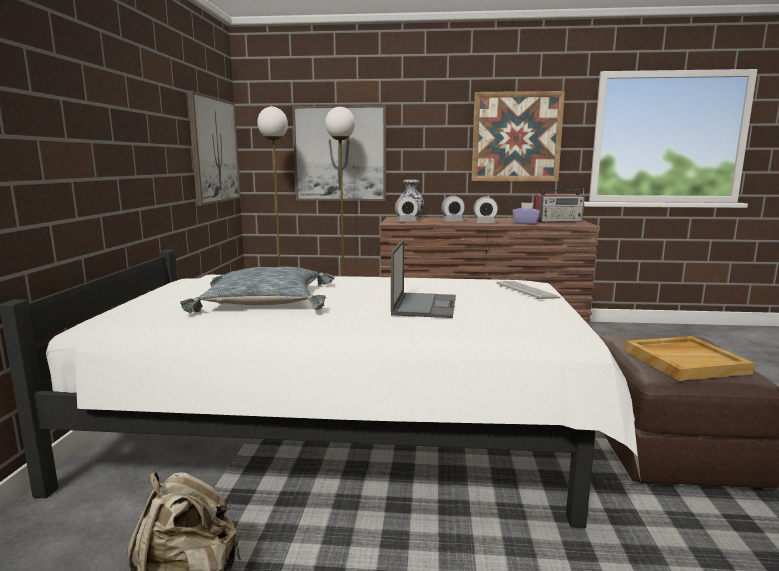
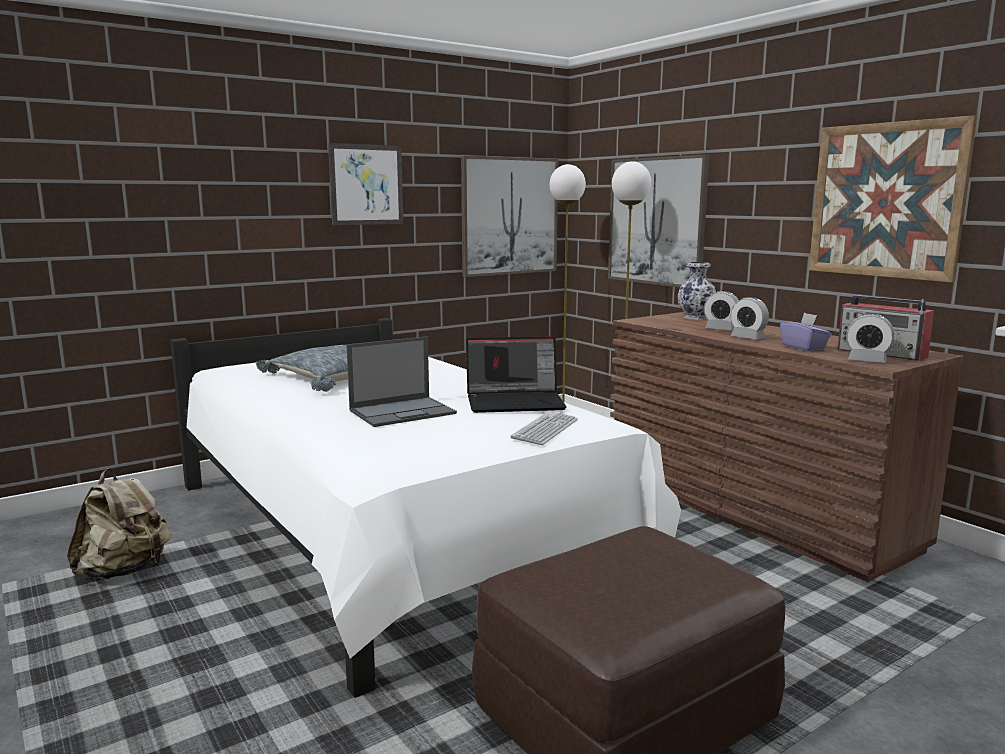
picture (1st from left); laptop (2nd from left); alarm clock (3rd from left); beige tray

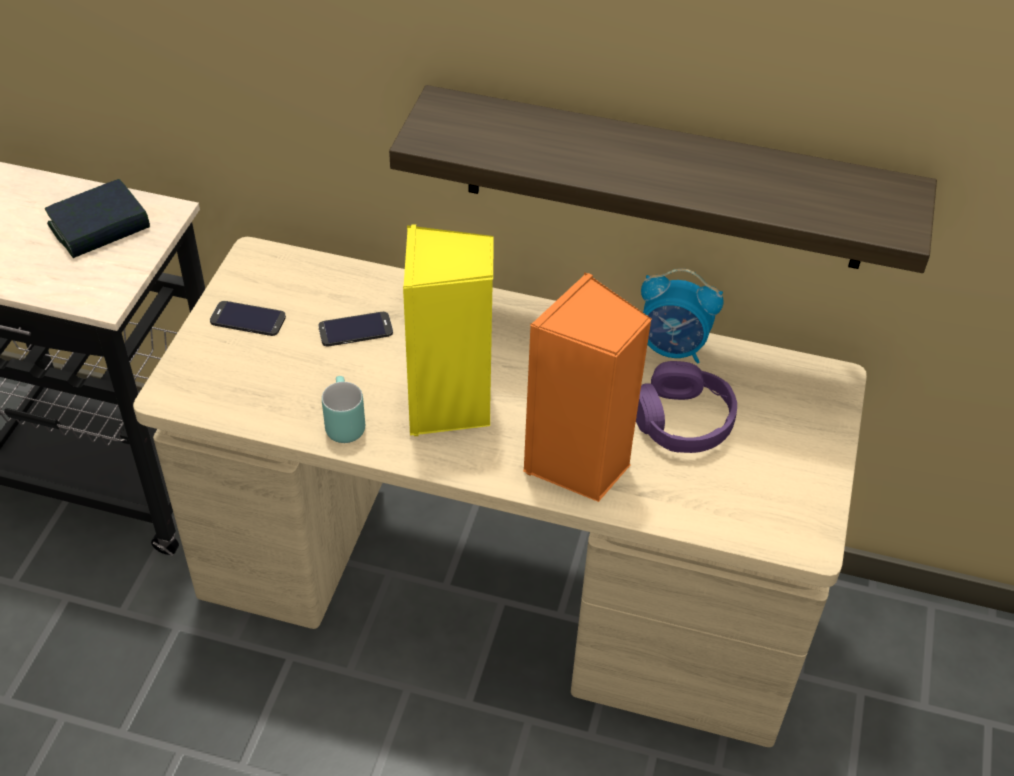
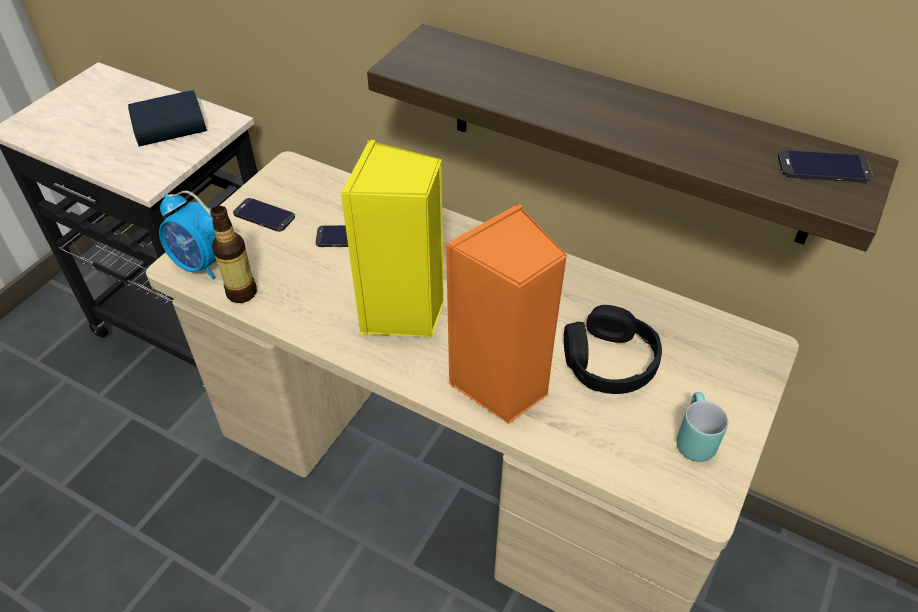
alarm clock; bottle; black headphones; turquoise mug; phone (3rd from left)

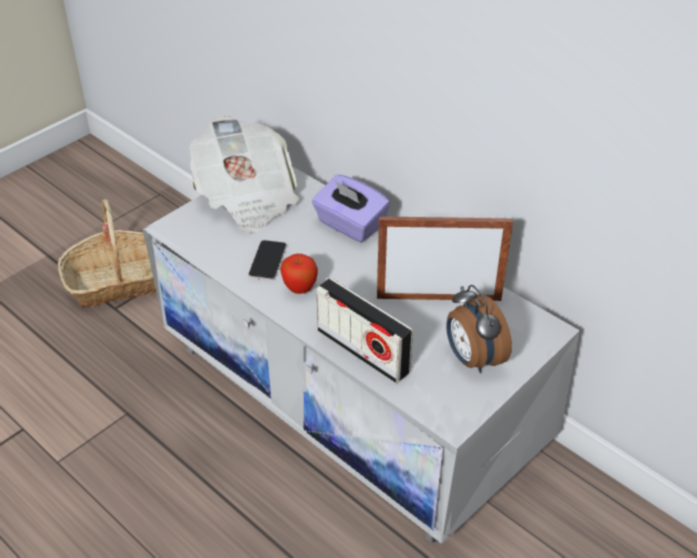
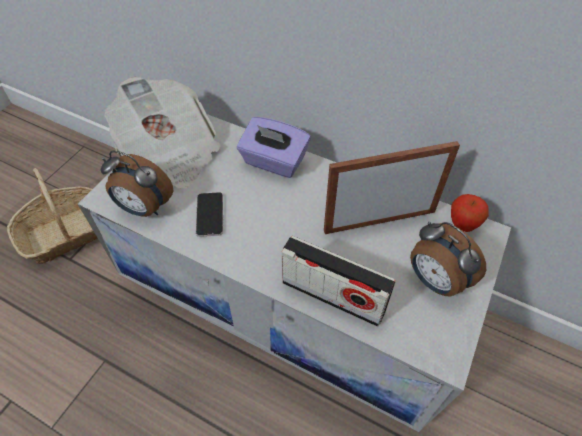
alarm clock (1st from left); apple

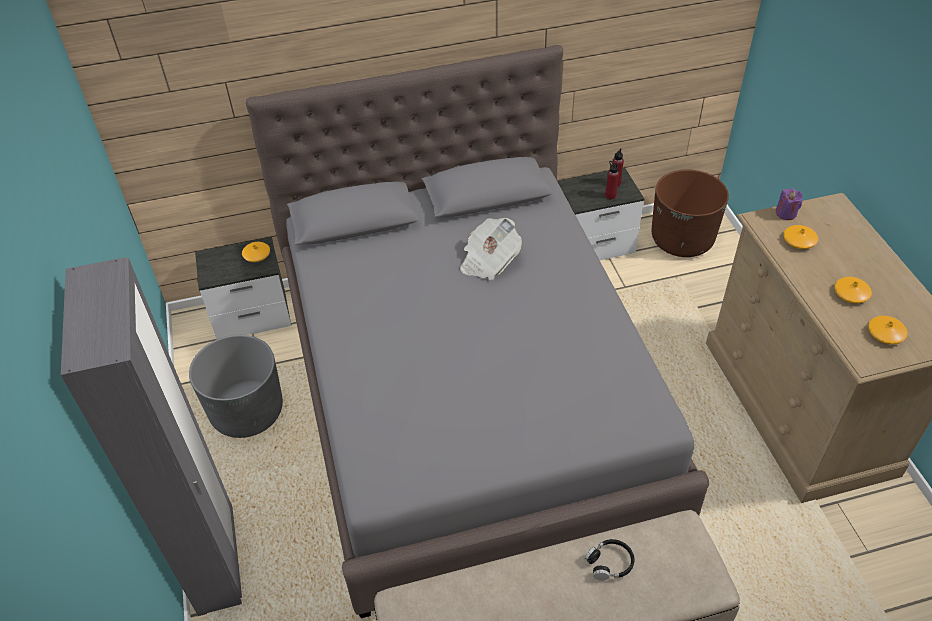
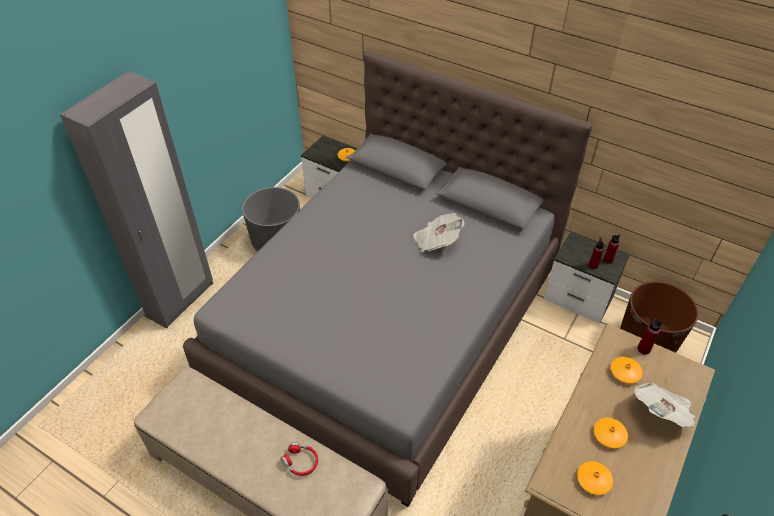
red headphones; newspaper (2nd from left); red bottle (3rd from left)

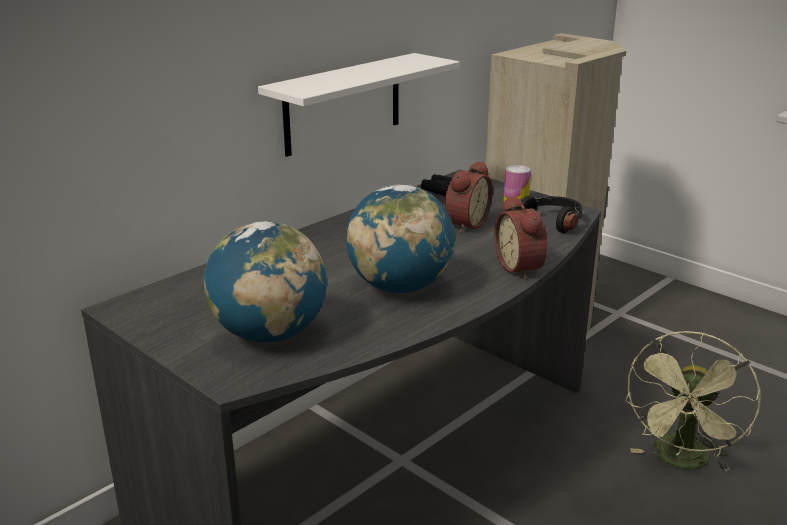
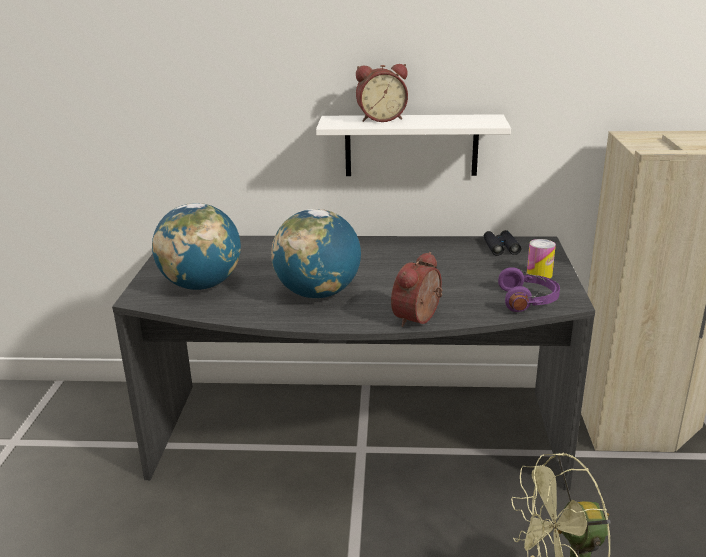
alarm clock (1st from left); purple headphones

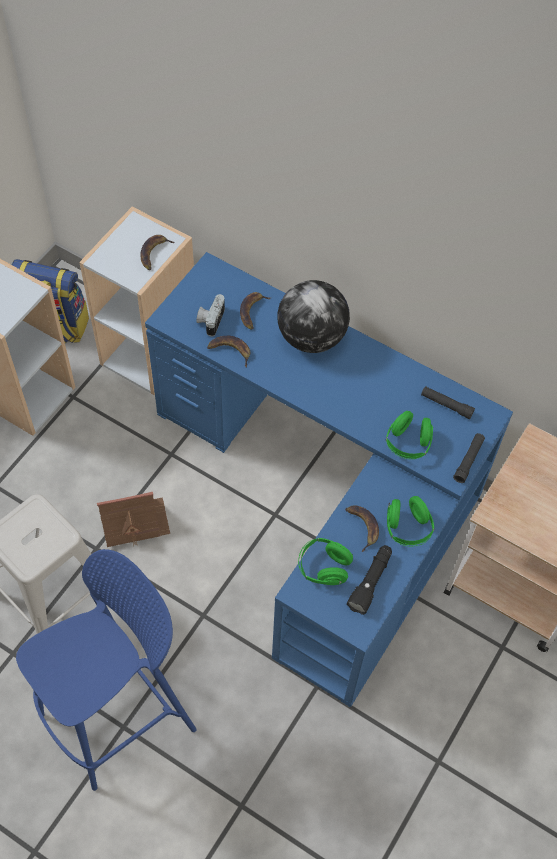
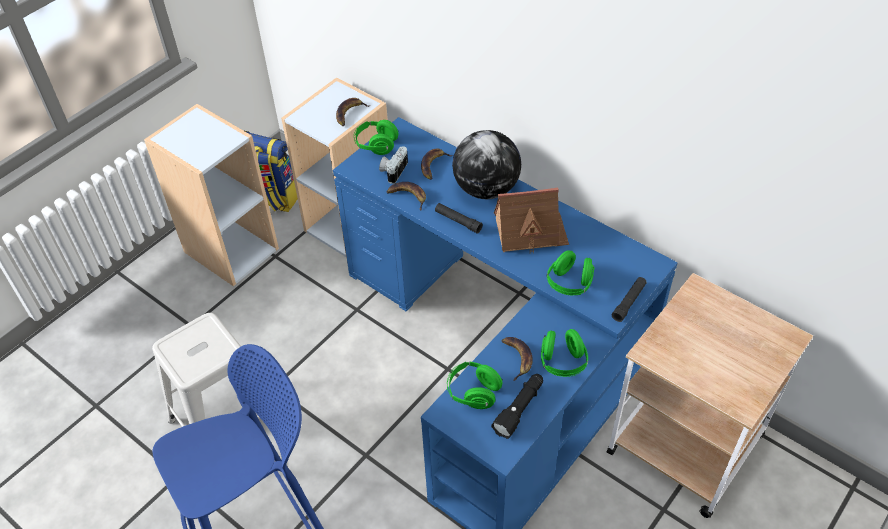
green headphones (1st from left); black flashlight (1st from left); toy house

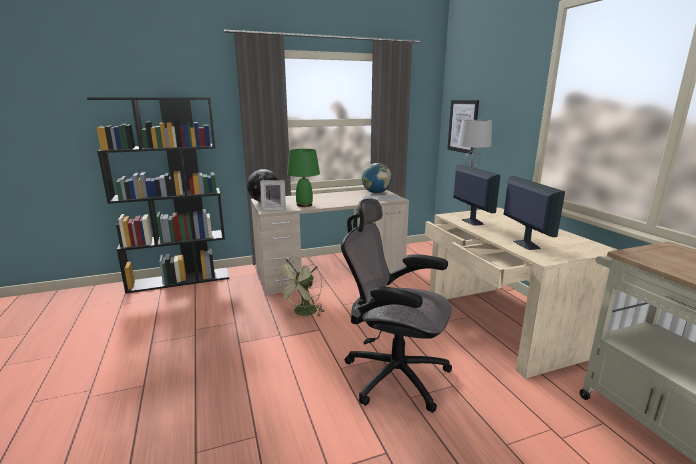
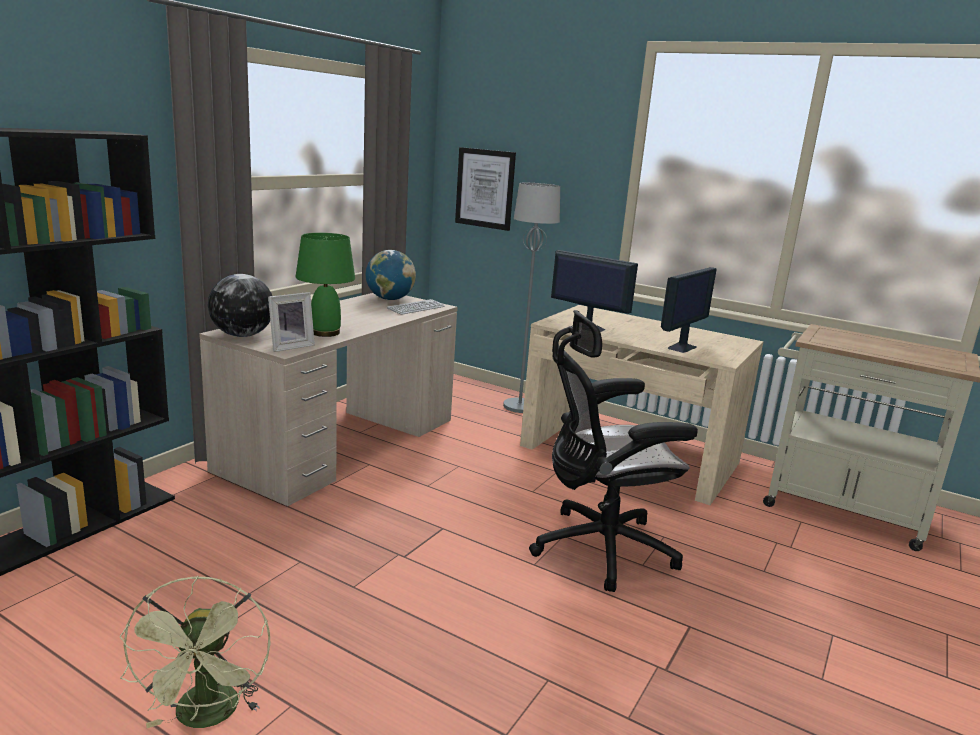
green fan; monitor (2nd from left)

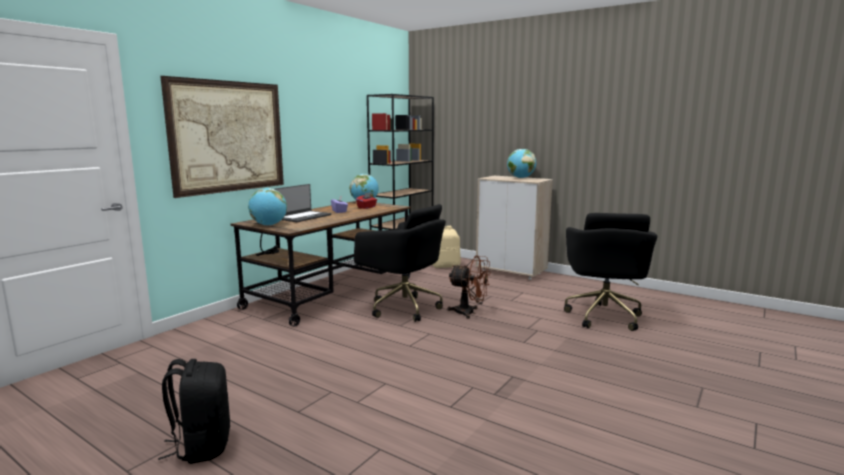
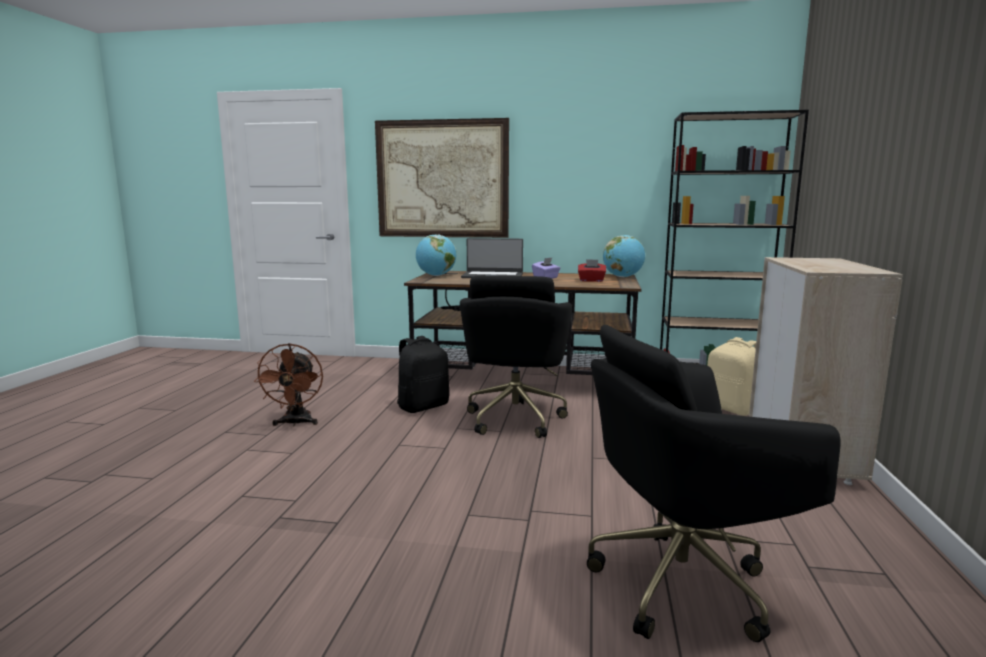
brown fan; black backpack; globe (3rd from left in the first image)

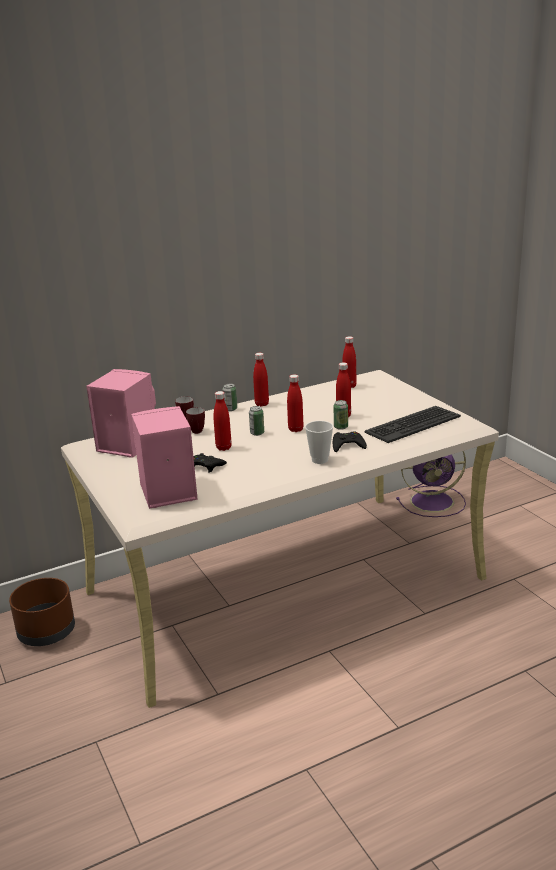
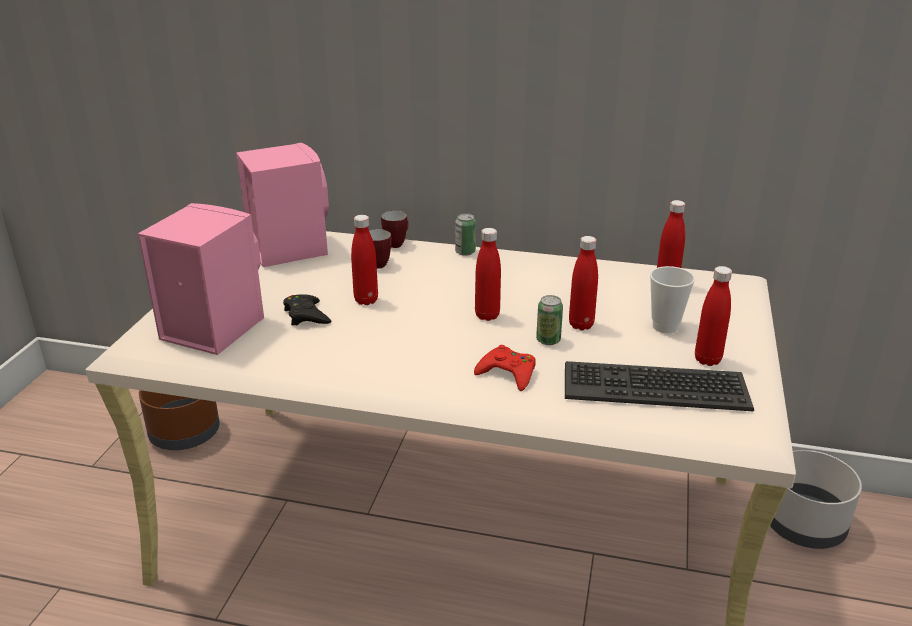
red game controller; cup; red bottle (5th from left); grey planter; can (2nd from left in the first image)

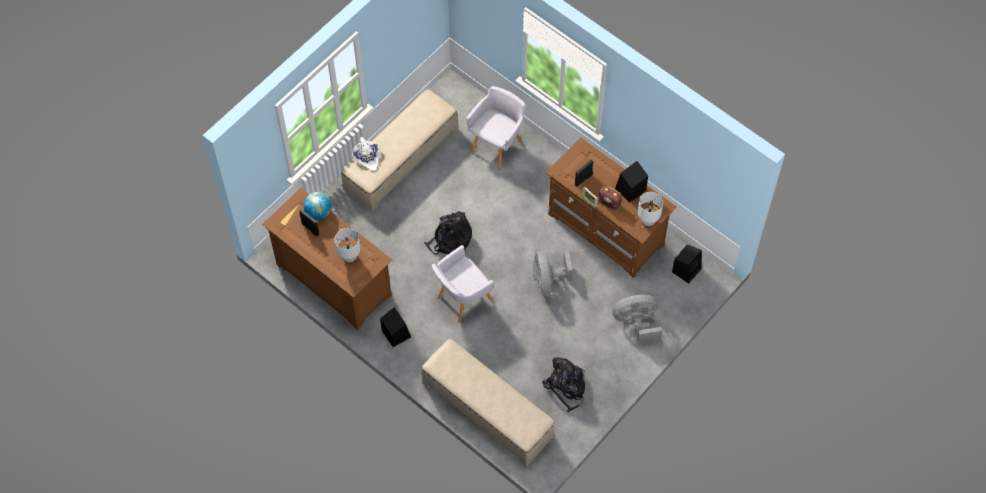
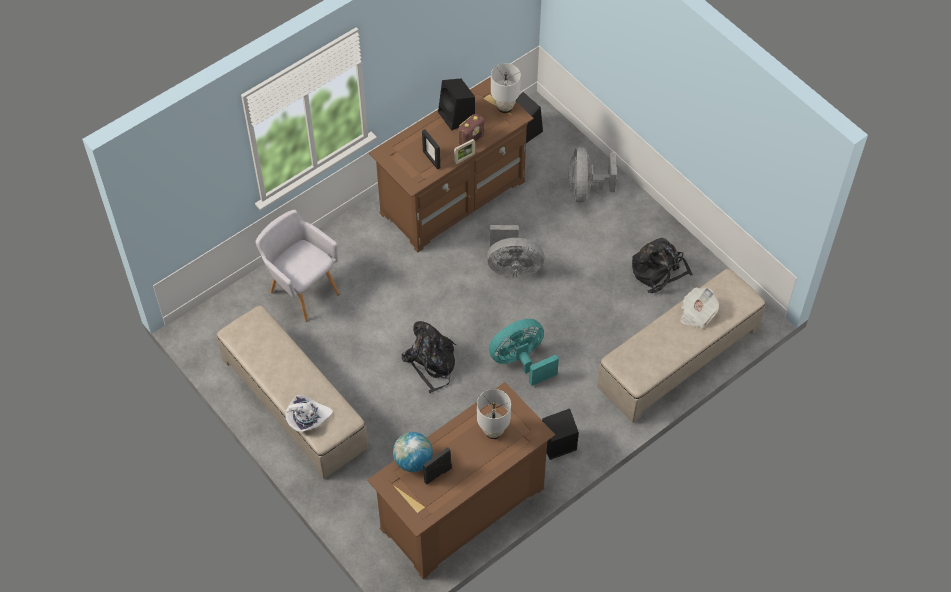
turquoise fan; newspaper

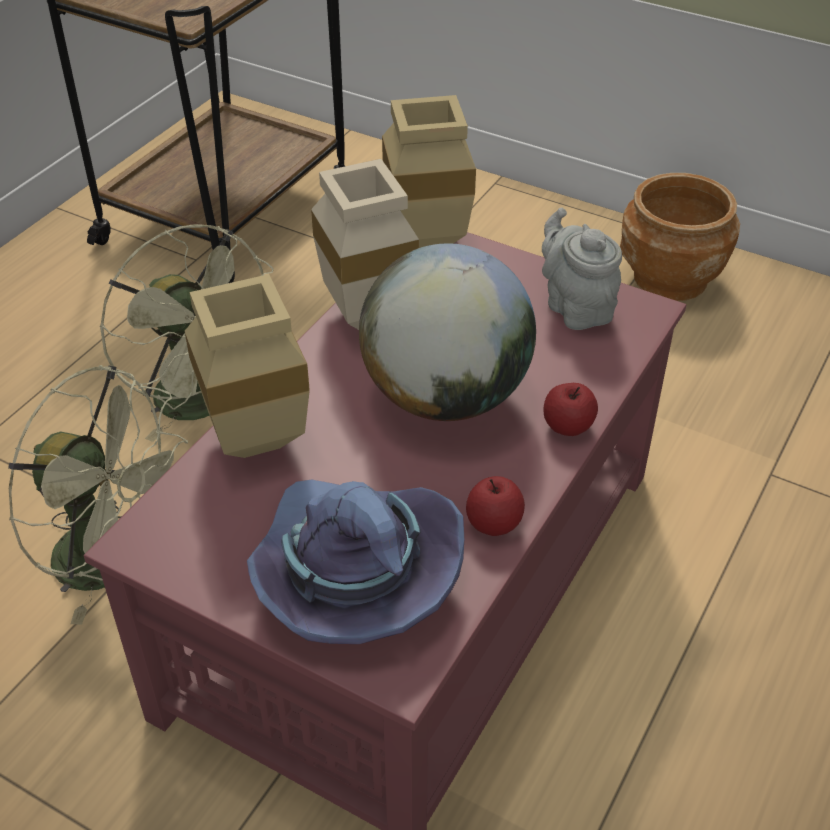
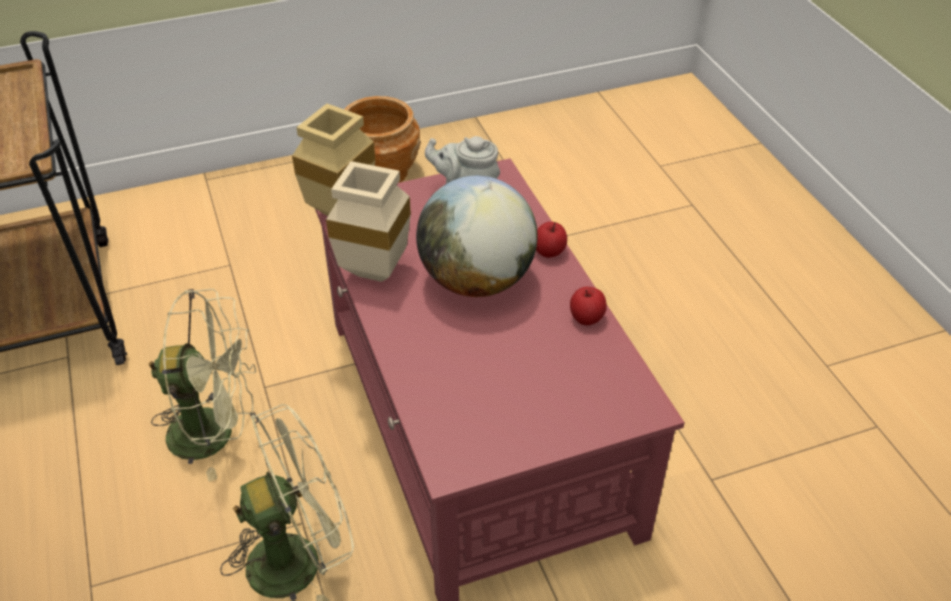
beige vase (1st from left in the first image); purple hat

